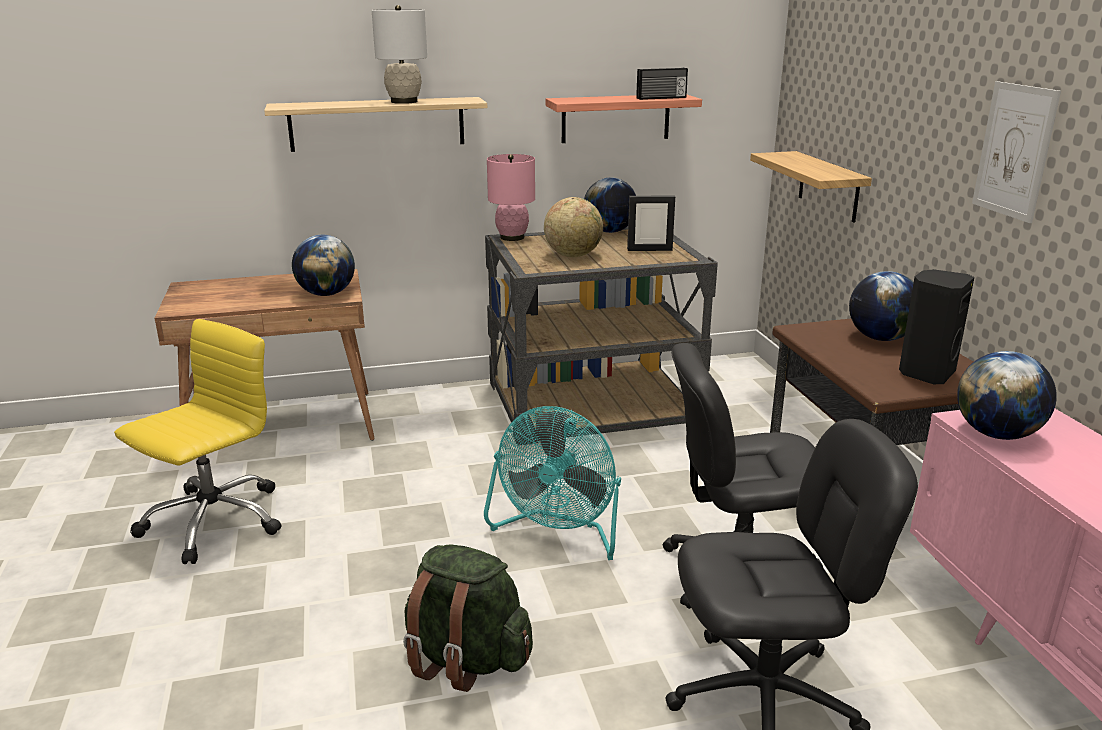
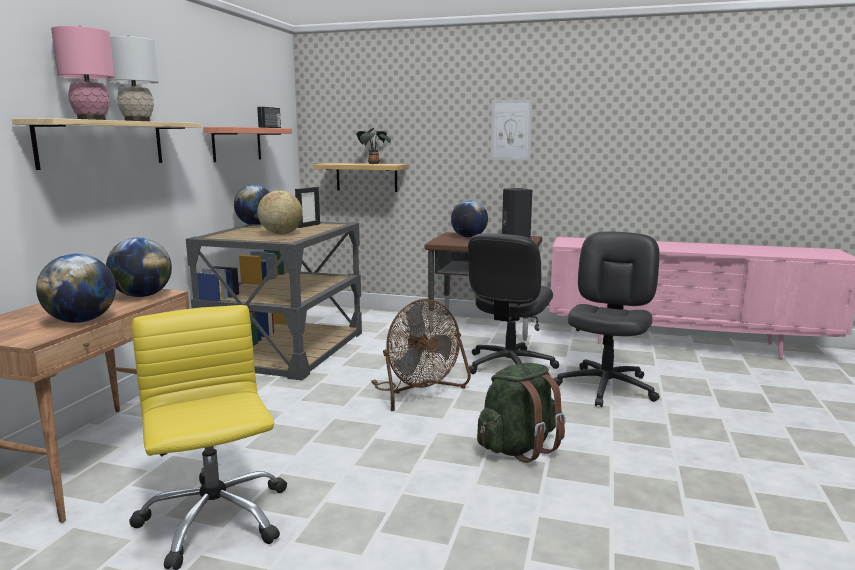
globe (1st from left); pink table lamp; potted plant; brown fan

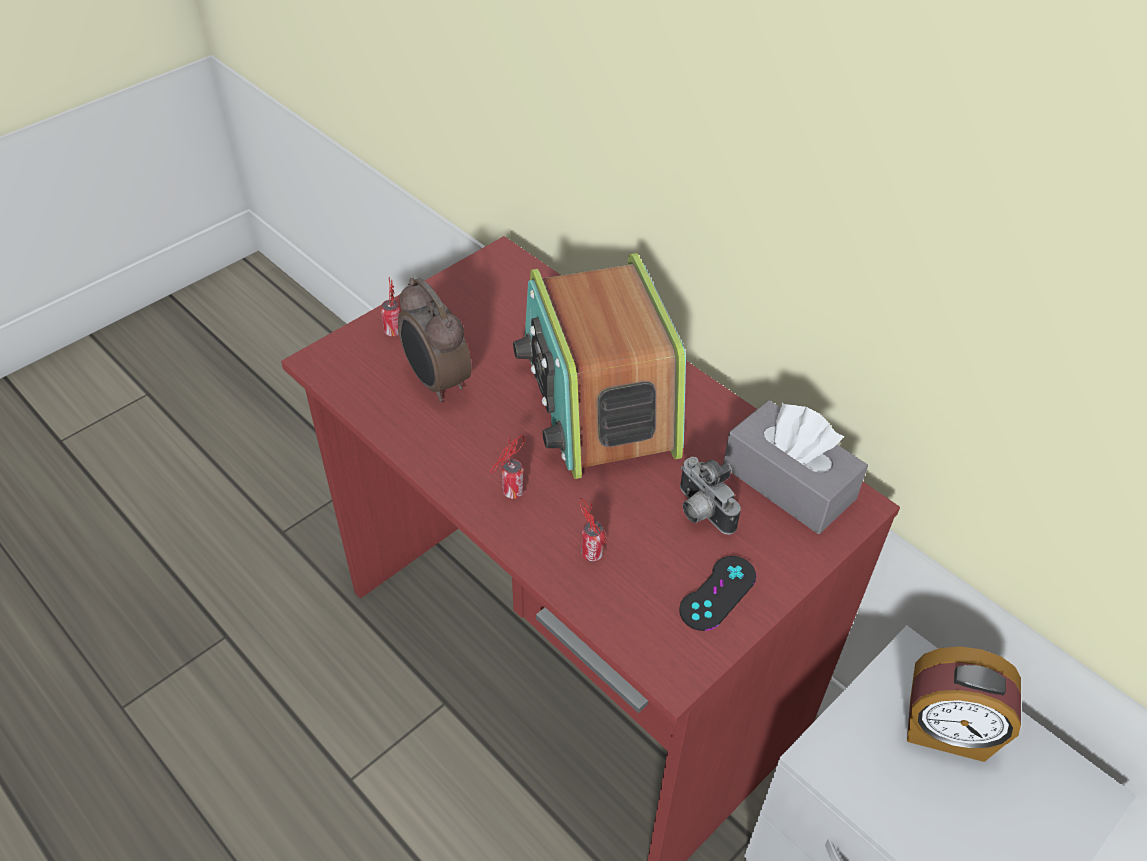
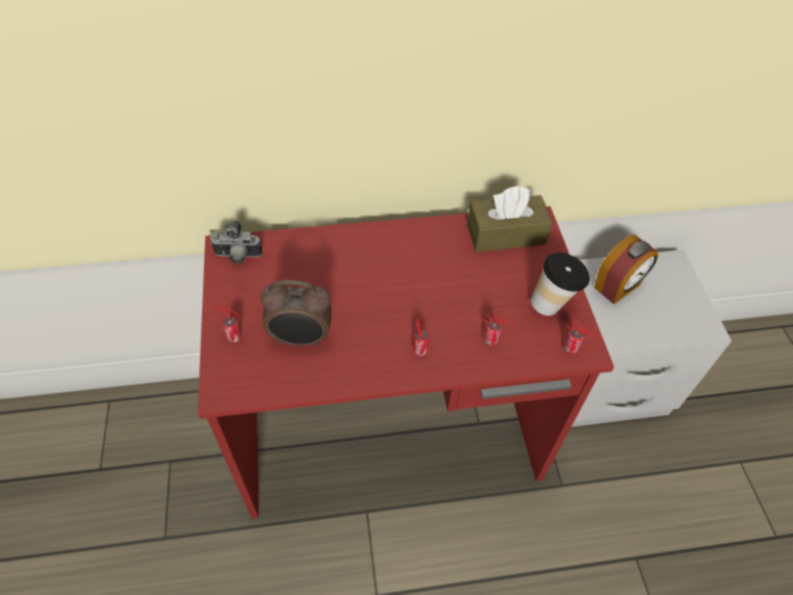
photo camera; brown tissue box; cup; can (4th from left); radio

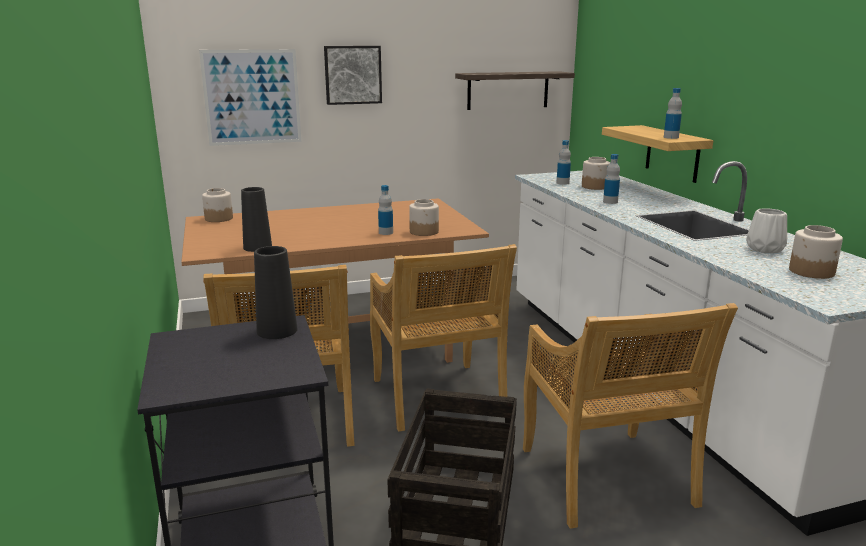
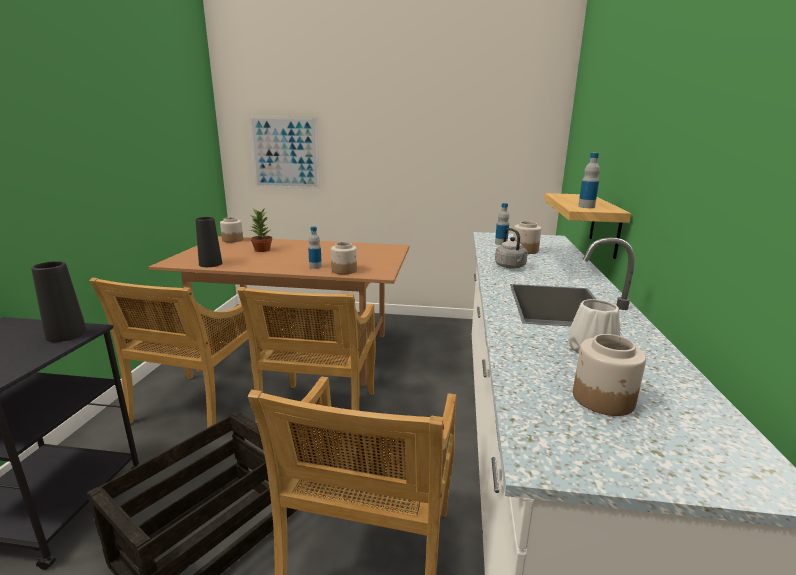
potted plant; grey kettle; picture (2nd from left in the first image); shelf (1st from left in the first image)

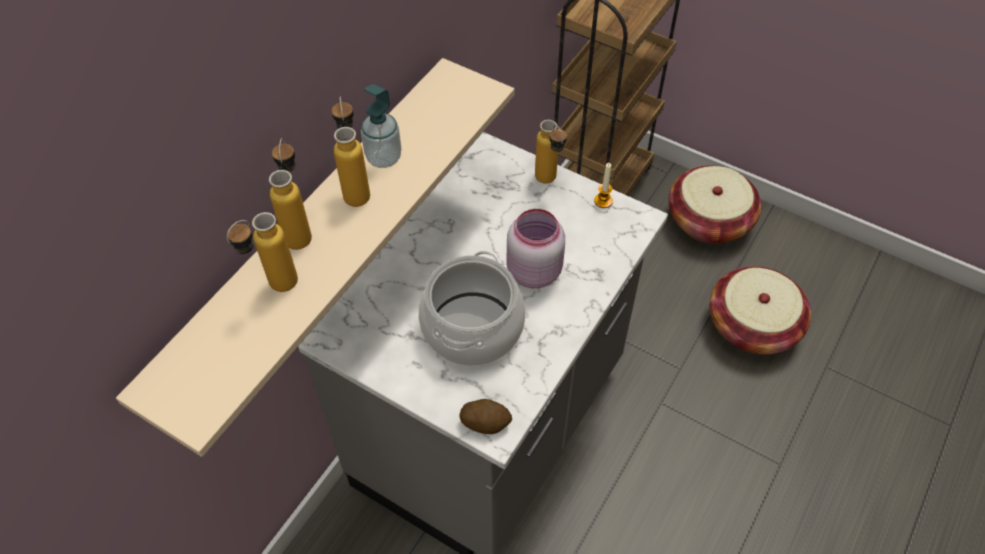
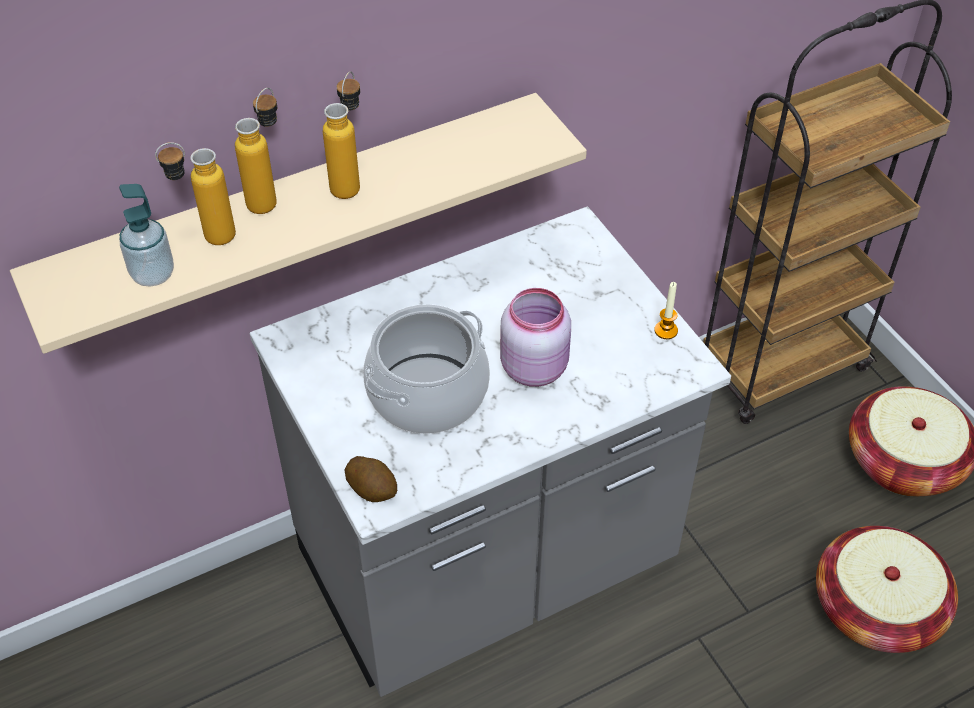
soap dispenser; bottle (4th from left in the first image)

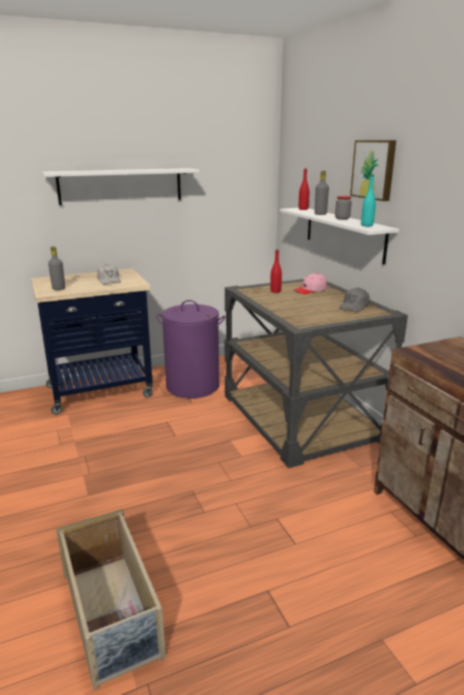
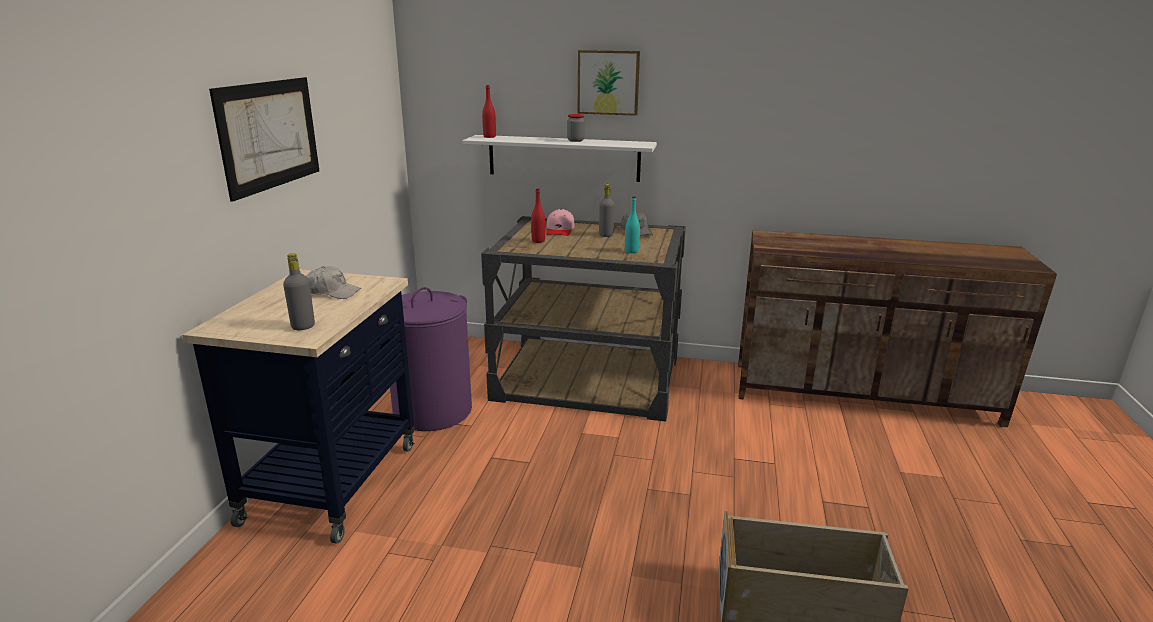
picture (1st from left); grey bottle (2nd from left); turquoise bottle

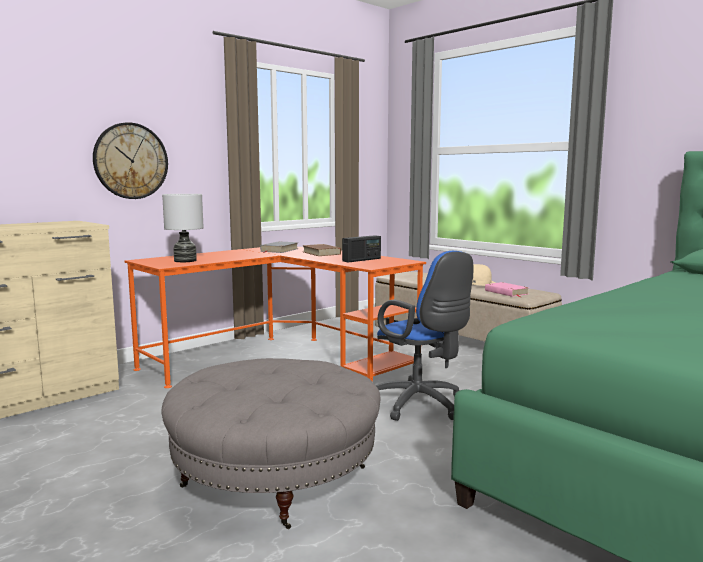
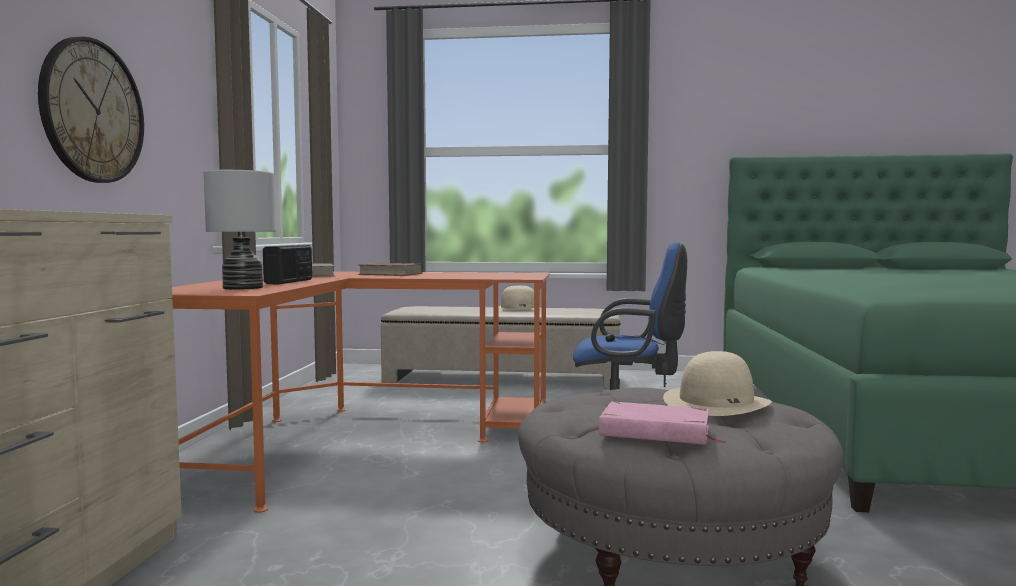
radio; pink book; beige hat (2nd from left)

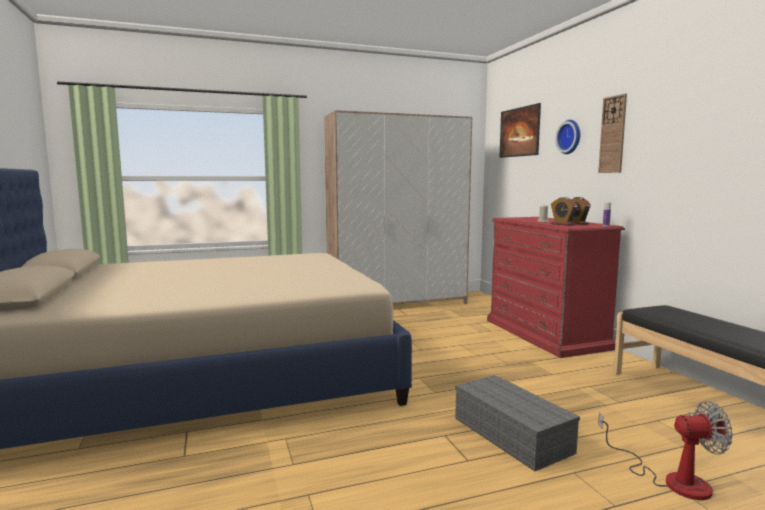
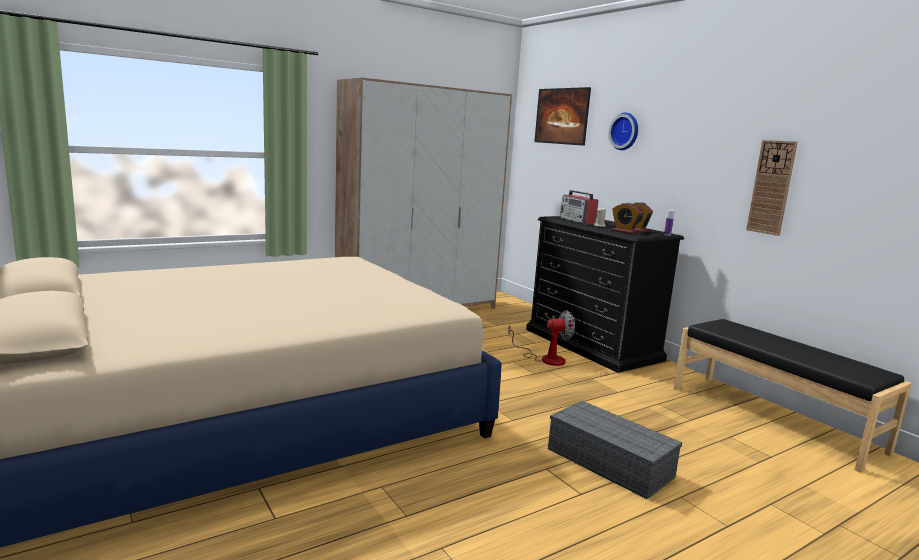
fan; black dresser; radio; wall clock (2nd from left)

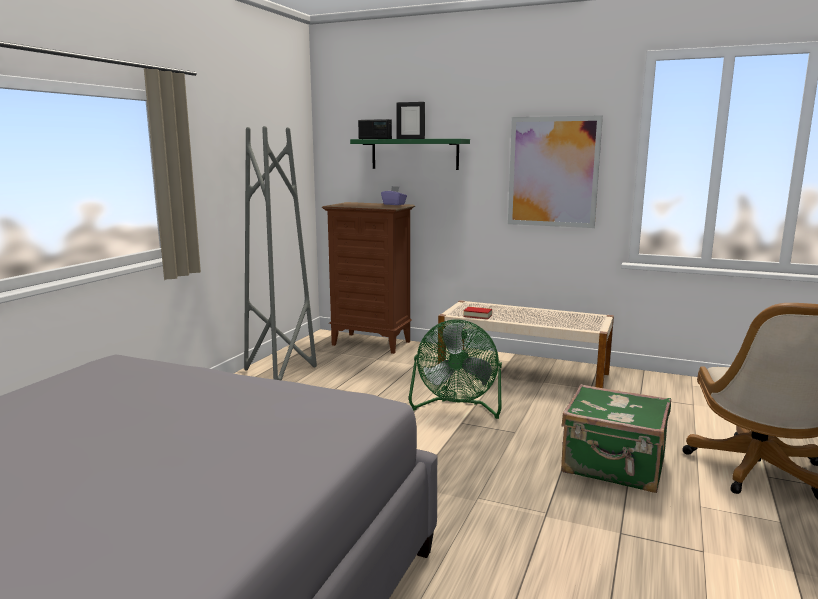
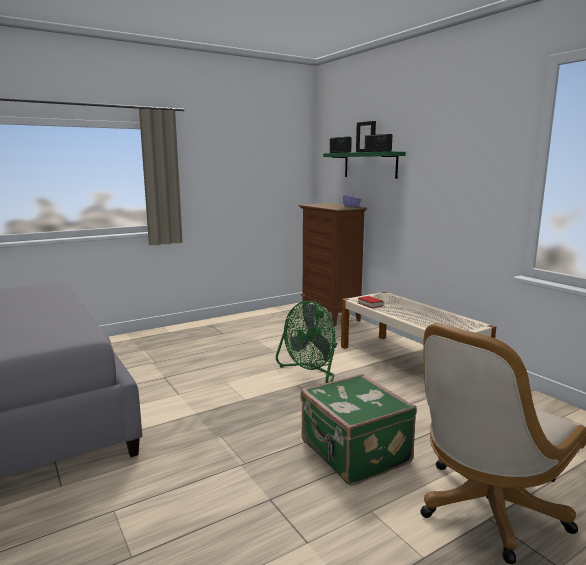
radio (2nd from left); grey clothes rack; picture

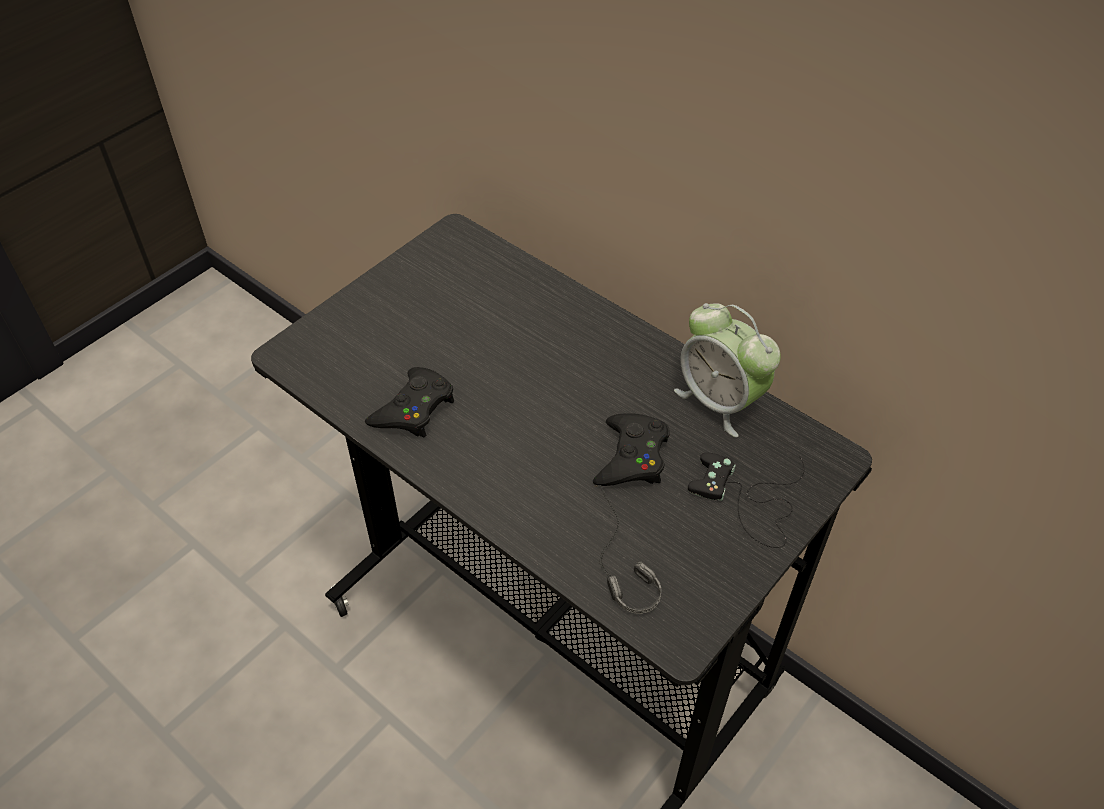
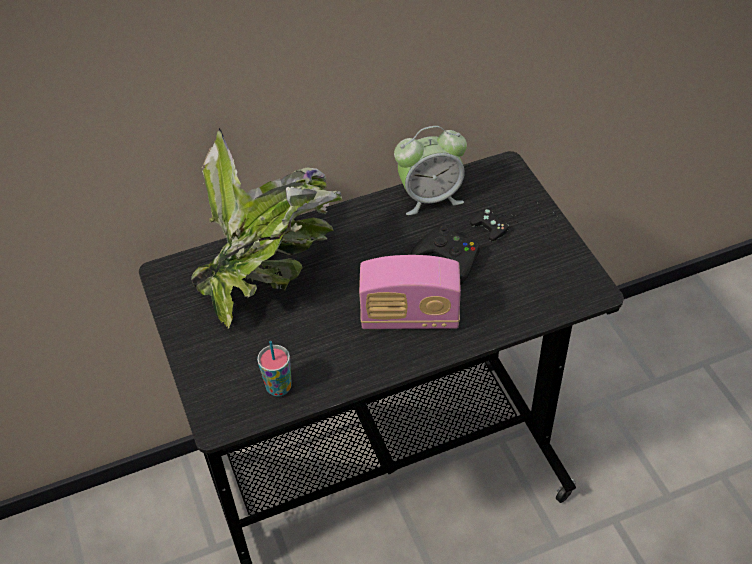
potted plant; cup; radio; black game controller (1st from left in the first image); headphones

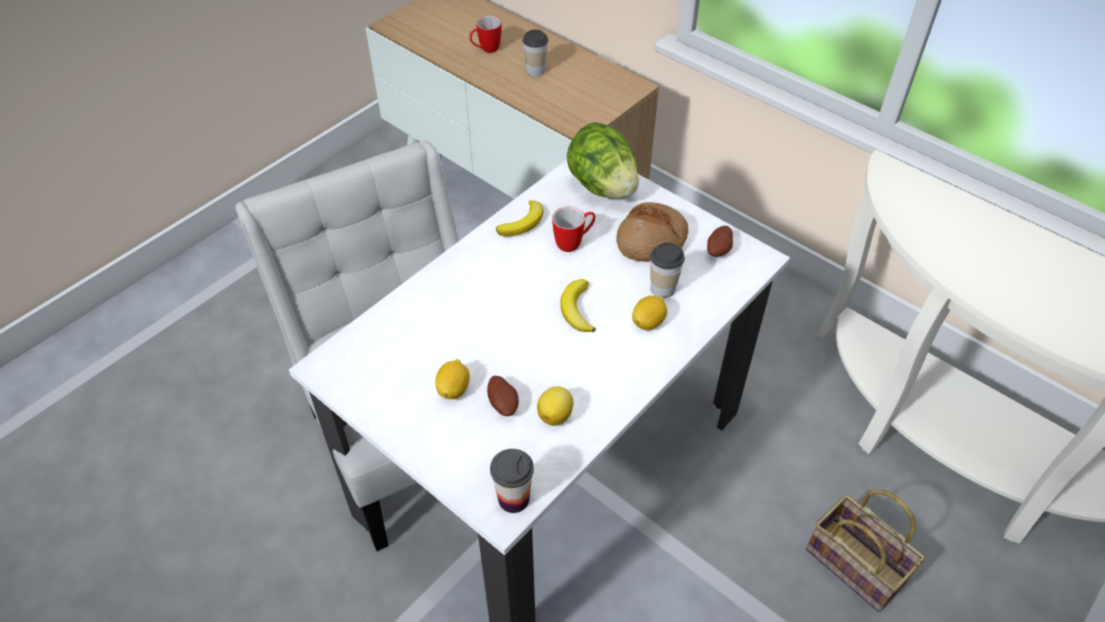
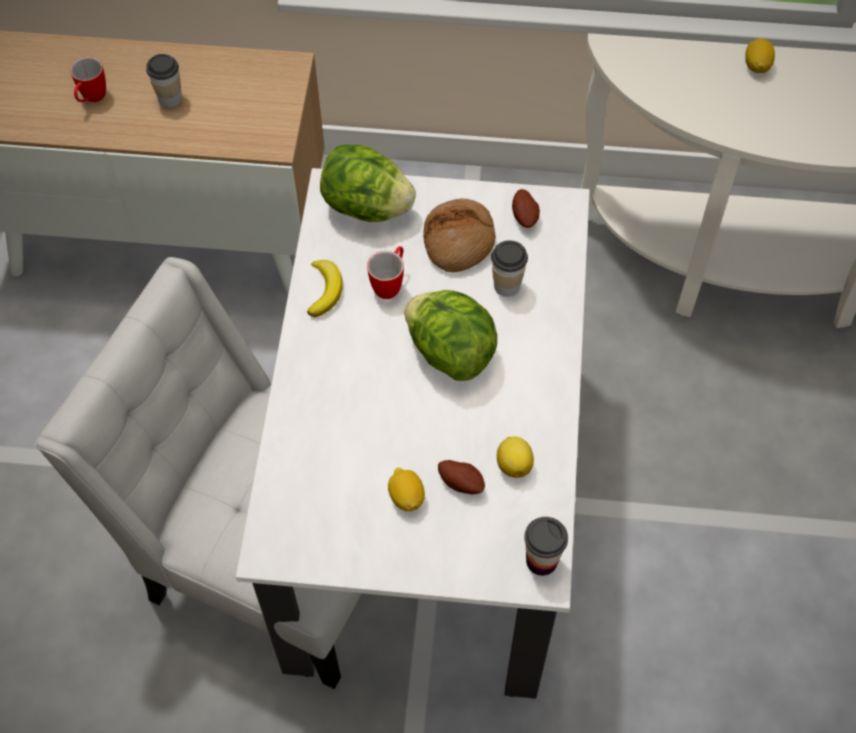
lettuce (2nd from left); lemon (3rd from left); basket

